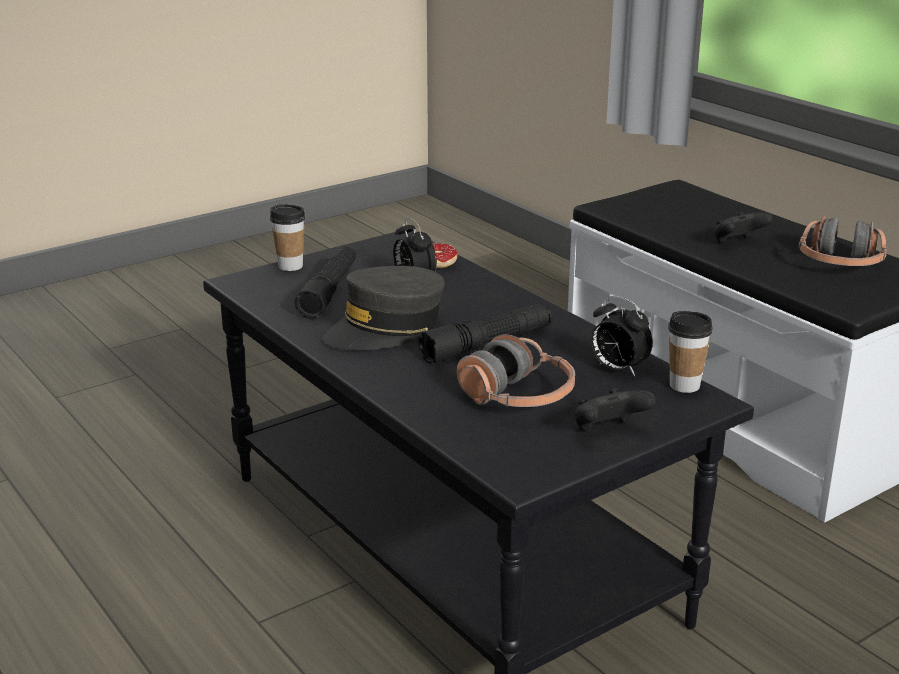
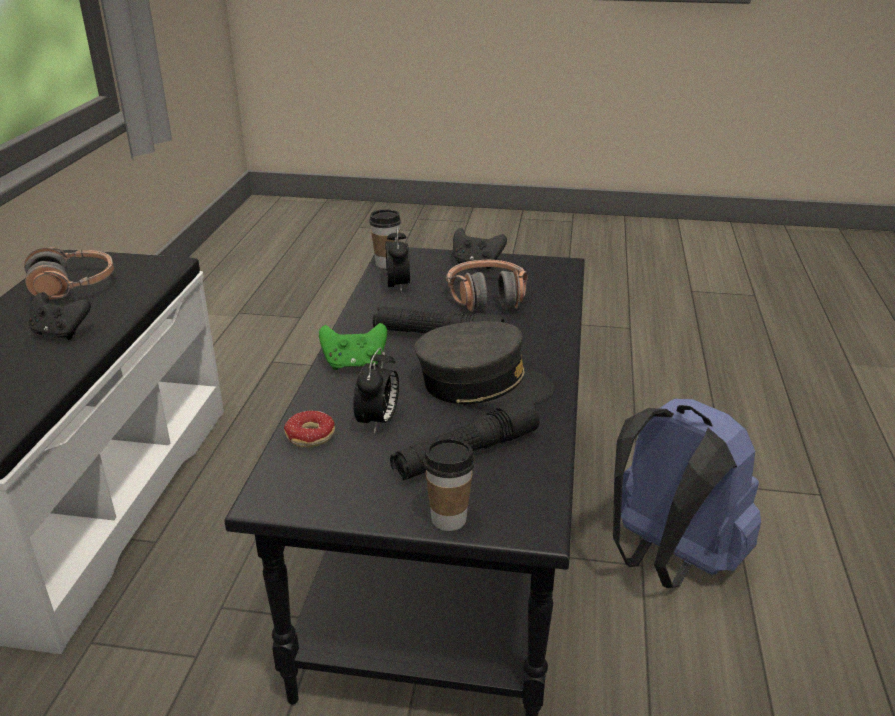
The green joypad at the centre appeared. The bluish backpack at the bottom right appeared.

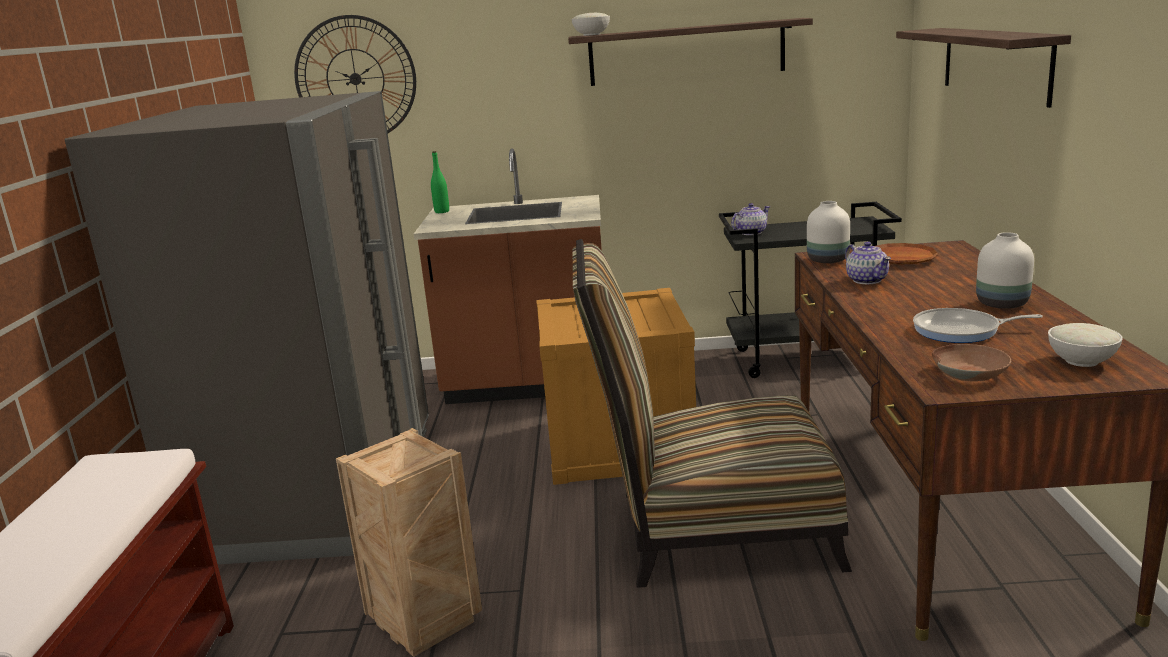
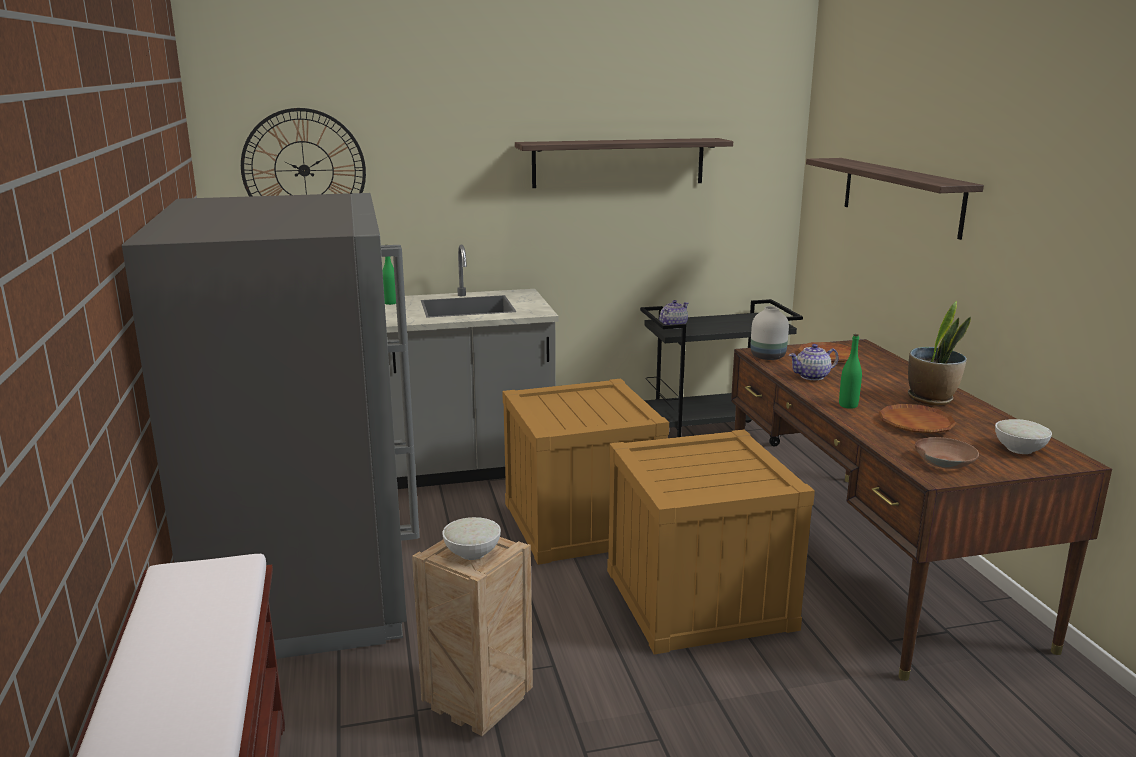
The brown kitchen counter at the centre became the grey kitchen counter at the centre. The white-coloured serving bowl (1st from left) moved from the top centre to the bottom centre. The chair at the centre was replaced by the packing crate (3rd from left) at the bottom centre. The tea pot (2nd from left) at the middle right turned 105 degrees clockwise. The green drink bottle (2nd from left) at the middle right appeared. The frying pan at the middle right was replaced by the brown flat dish (2nd from left) at the middle right. The white-coloured decorative vase (2nd from left) at the middle right was replaced by the potted plant at the middle right.

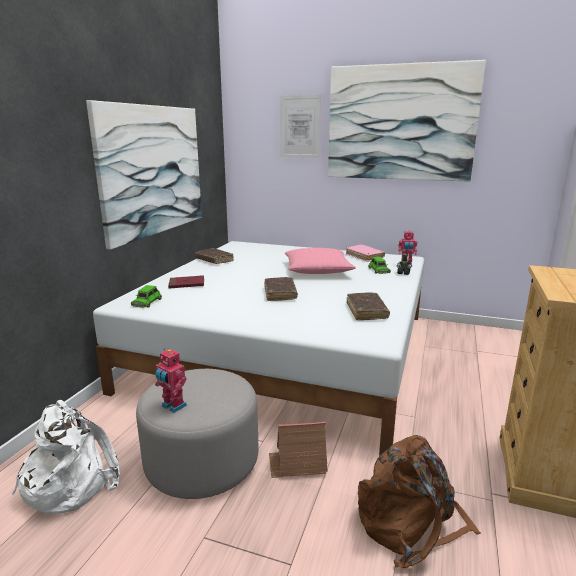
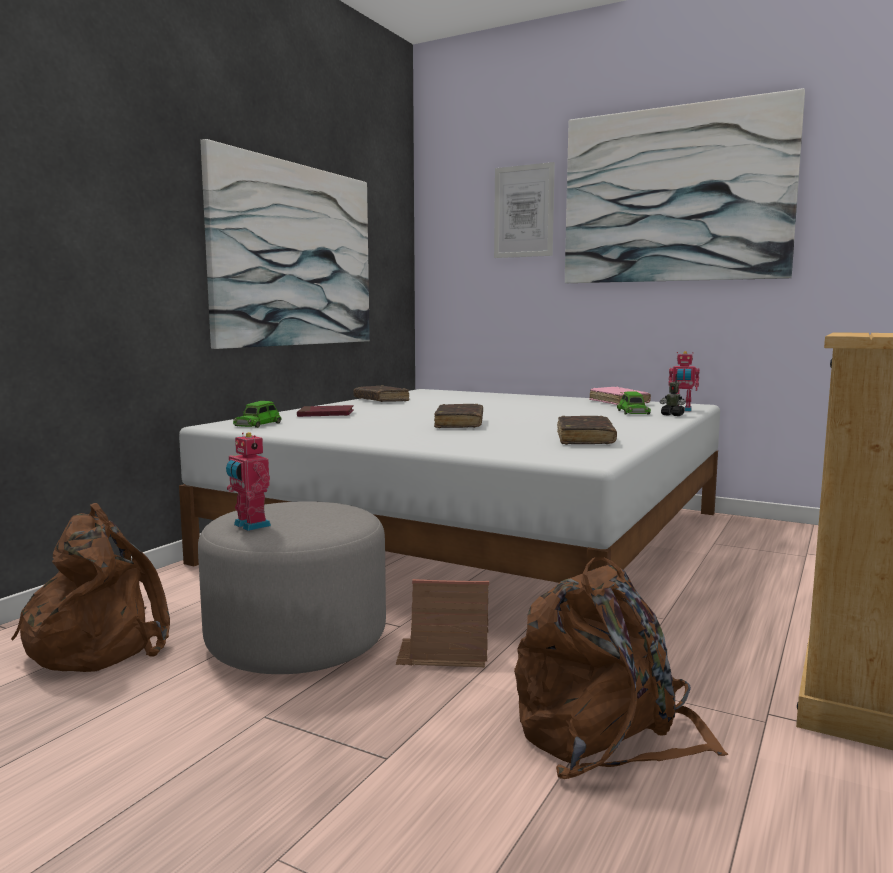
The white-coloured backpack at the bottom left became the brown backpack (1st from left) at the bottom left. The pinkish cushion at the centre disappeared.

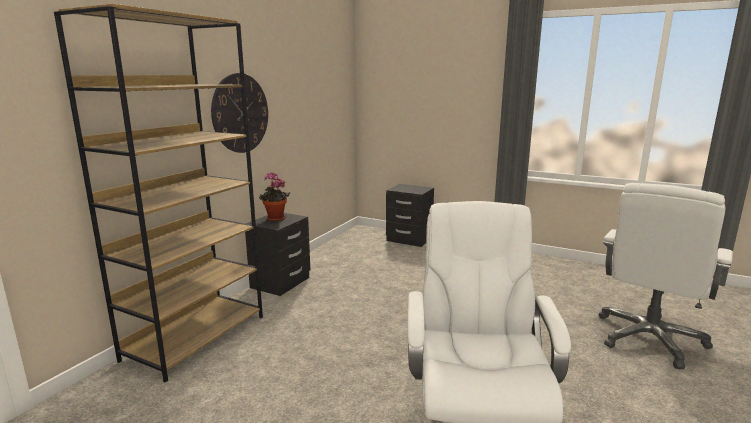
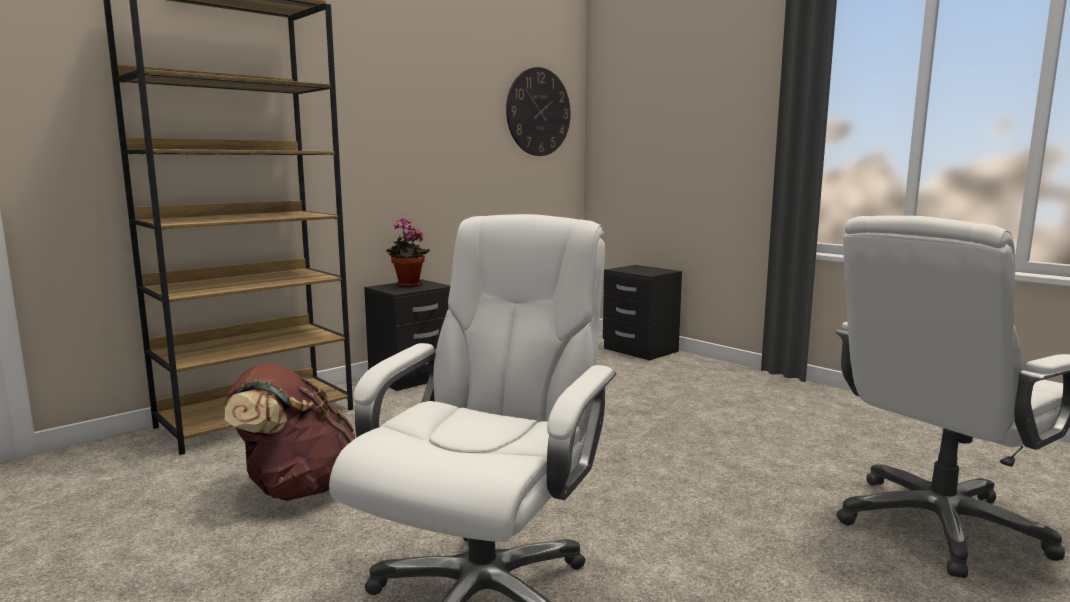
The brown backpack at the bottom left appeared. The hanging clock moved from the top left to the top centre.

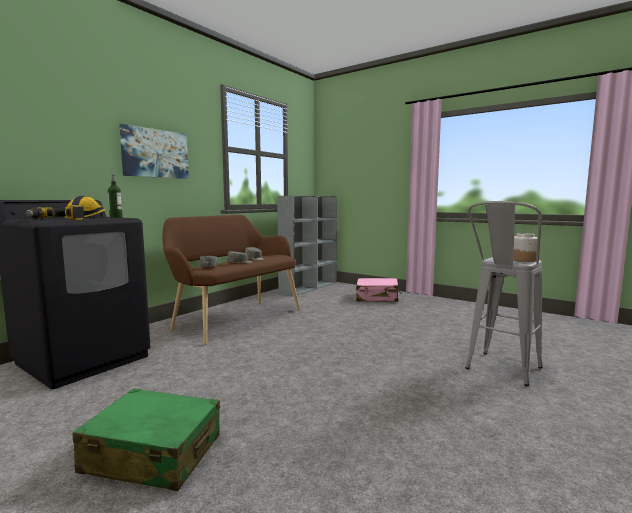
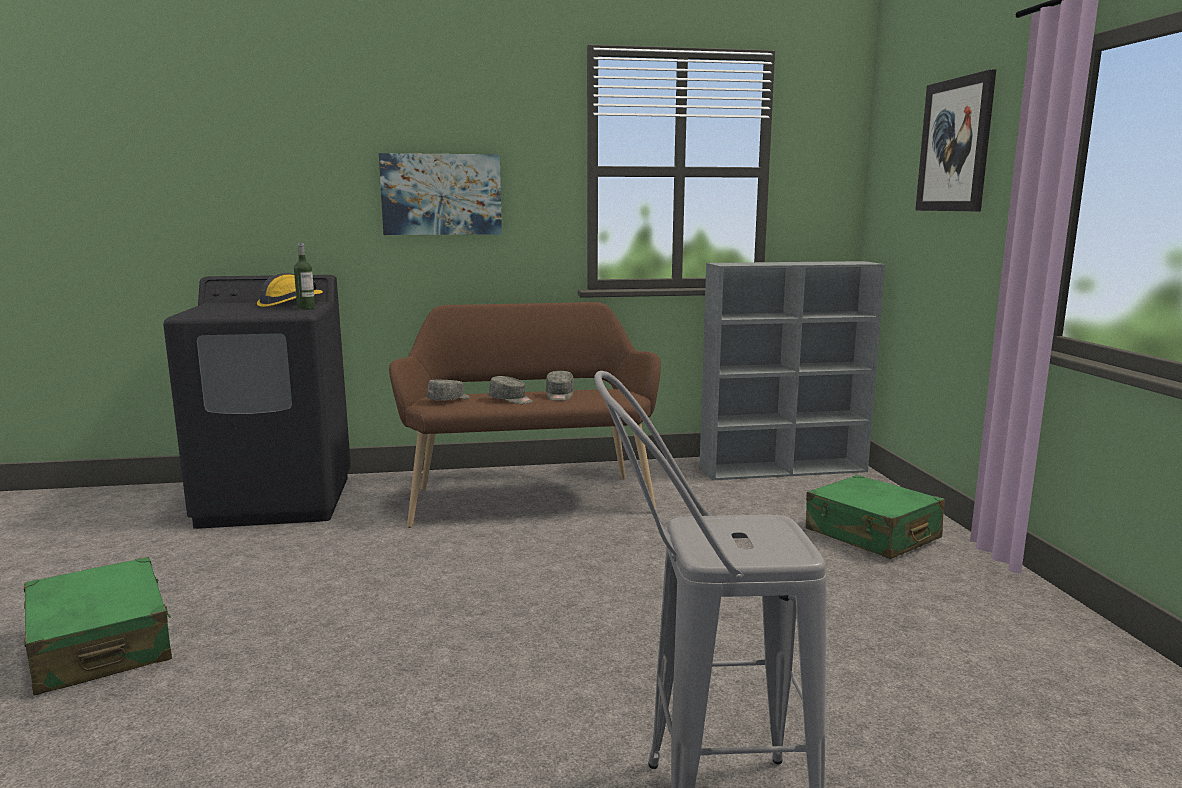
The pinkish piece of luggage at the centre became the green piece of luggage (2nd from left) at the middle right. The picture (2nd from left) at the top right appeared. The power drill at the middle left disappeared. The jar at the middle right disappeared.

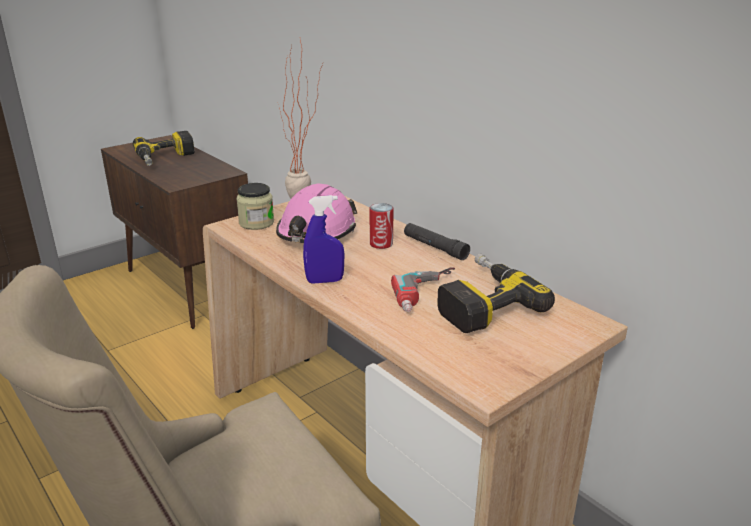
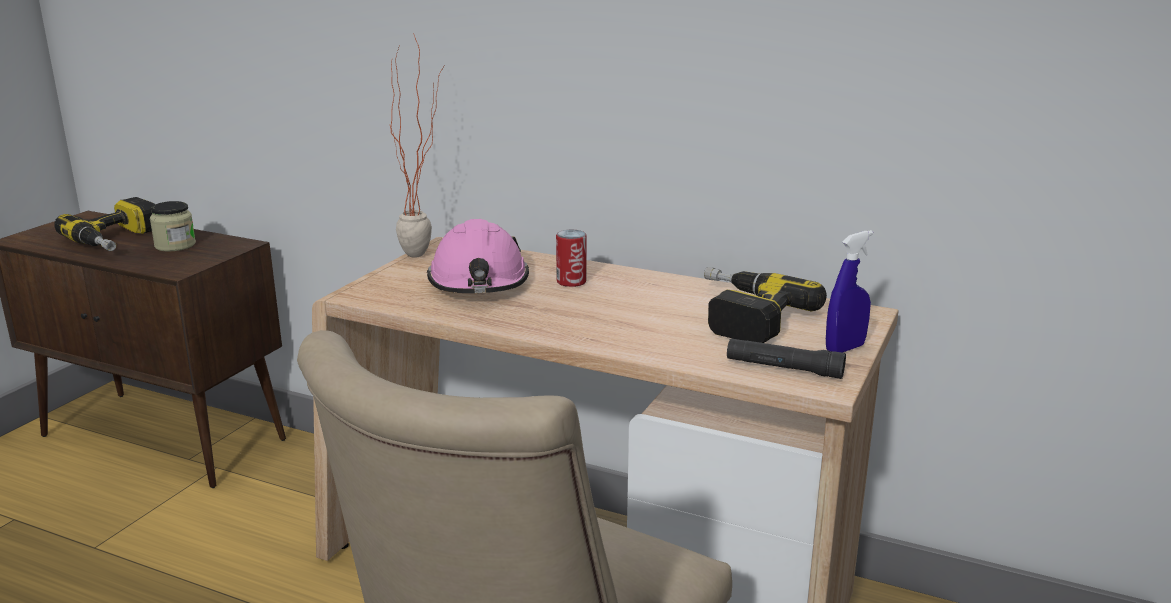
The jar moved from the centre to the middle left. The black torch moved from the centre to the middle right. The bluish hand sprayer moved from the centre to the middle right. The power drill (2nd from left) at the centre disappeared.

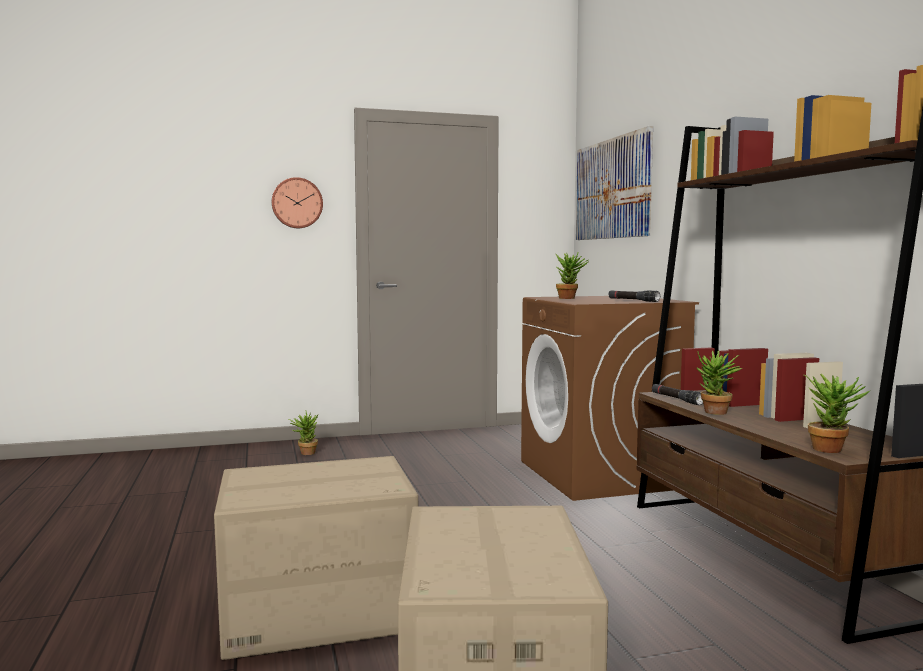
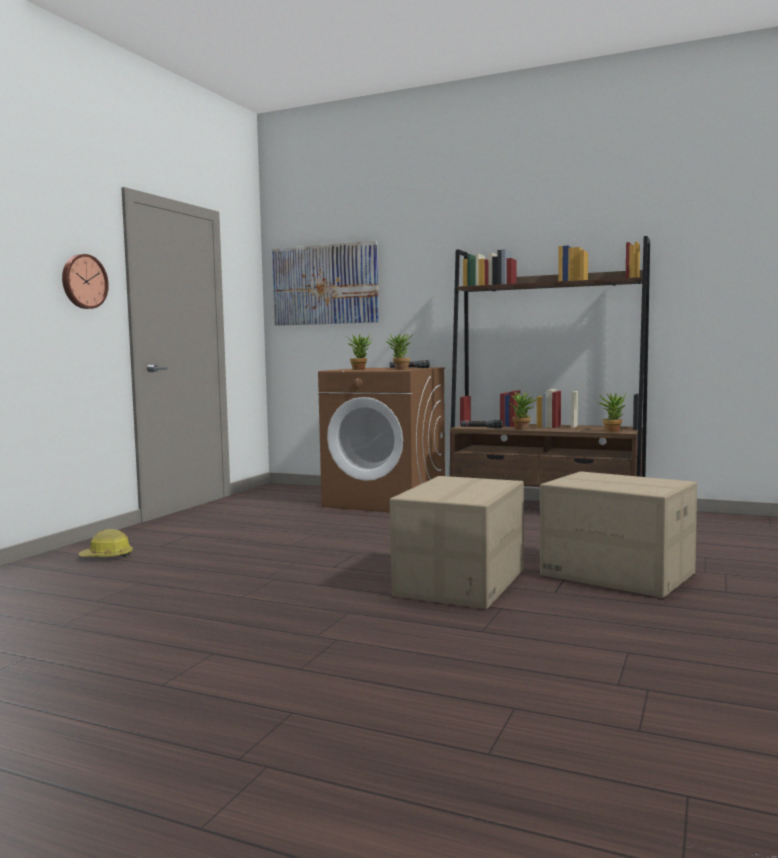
The safety helmet at the middle left appeared. The potted plant (1st from left in the first image) moved from the middle left to the centre.

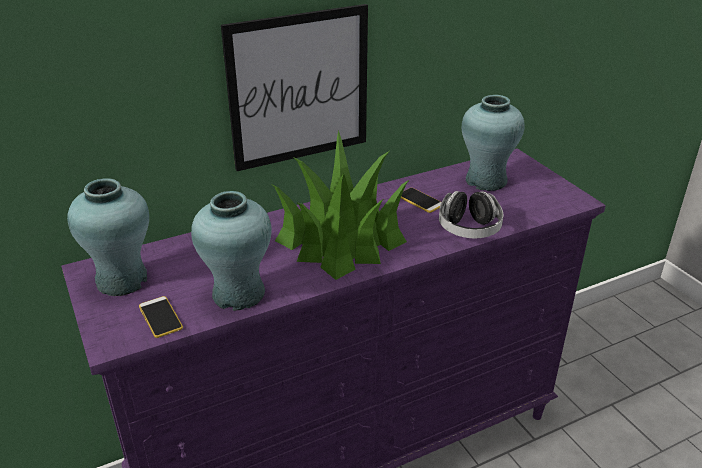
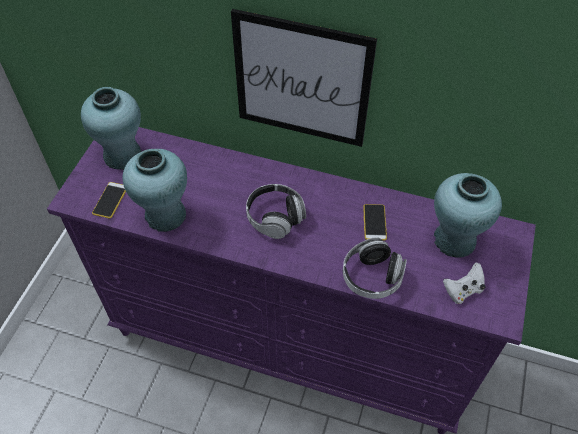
The potted plant at the centre was replaced by the headset (1st from left) at the centre. The white-coloured joypad at the middle right appeared.

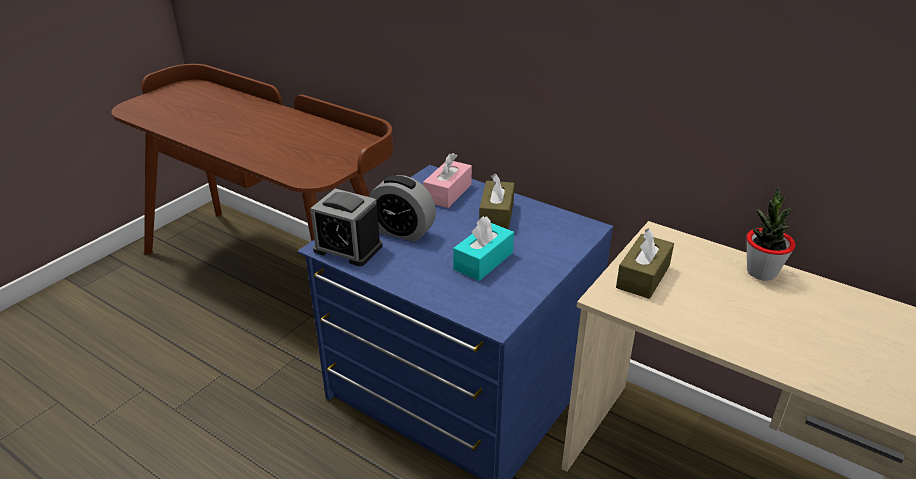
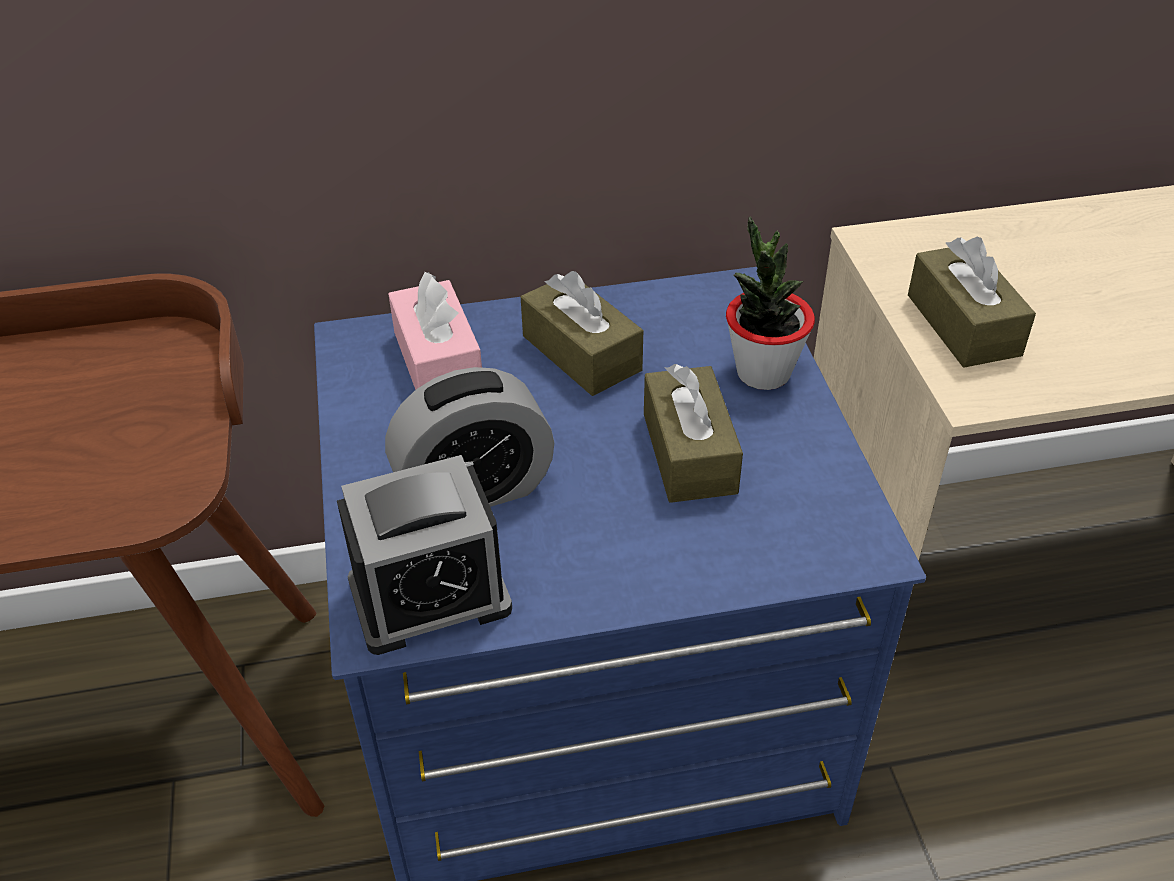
The turquoise-coloured tissue holder at the centre became the brown tissue holder (2nd from left) at the centre. The potted plant moved from the middle right to the centre.

